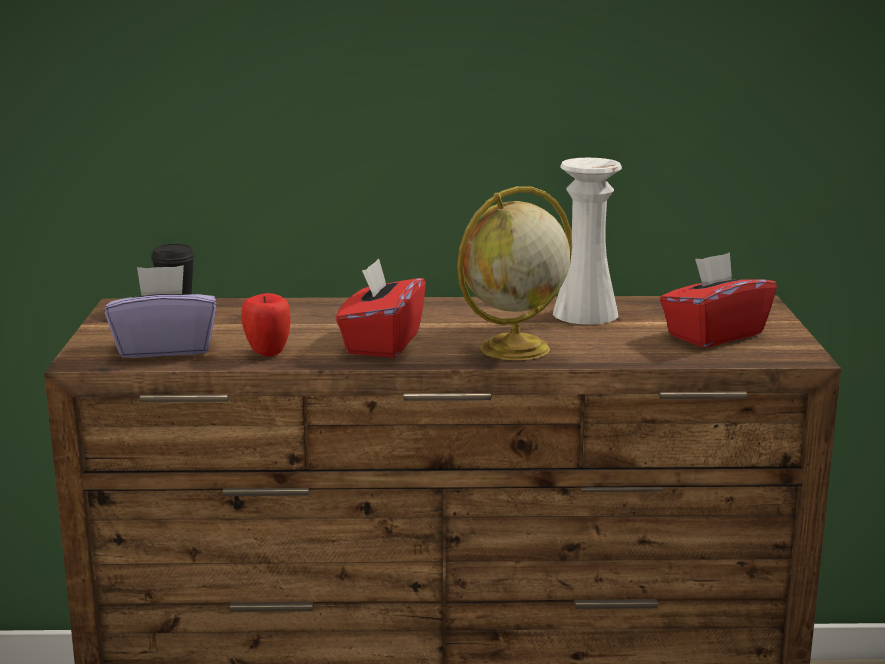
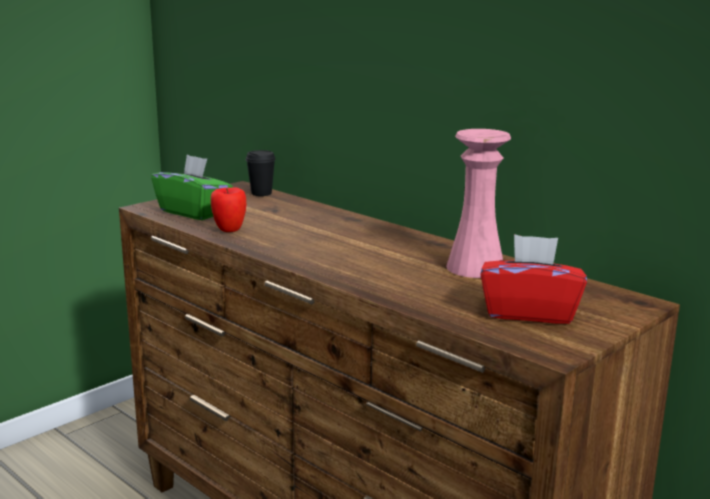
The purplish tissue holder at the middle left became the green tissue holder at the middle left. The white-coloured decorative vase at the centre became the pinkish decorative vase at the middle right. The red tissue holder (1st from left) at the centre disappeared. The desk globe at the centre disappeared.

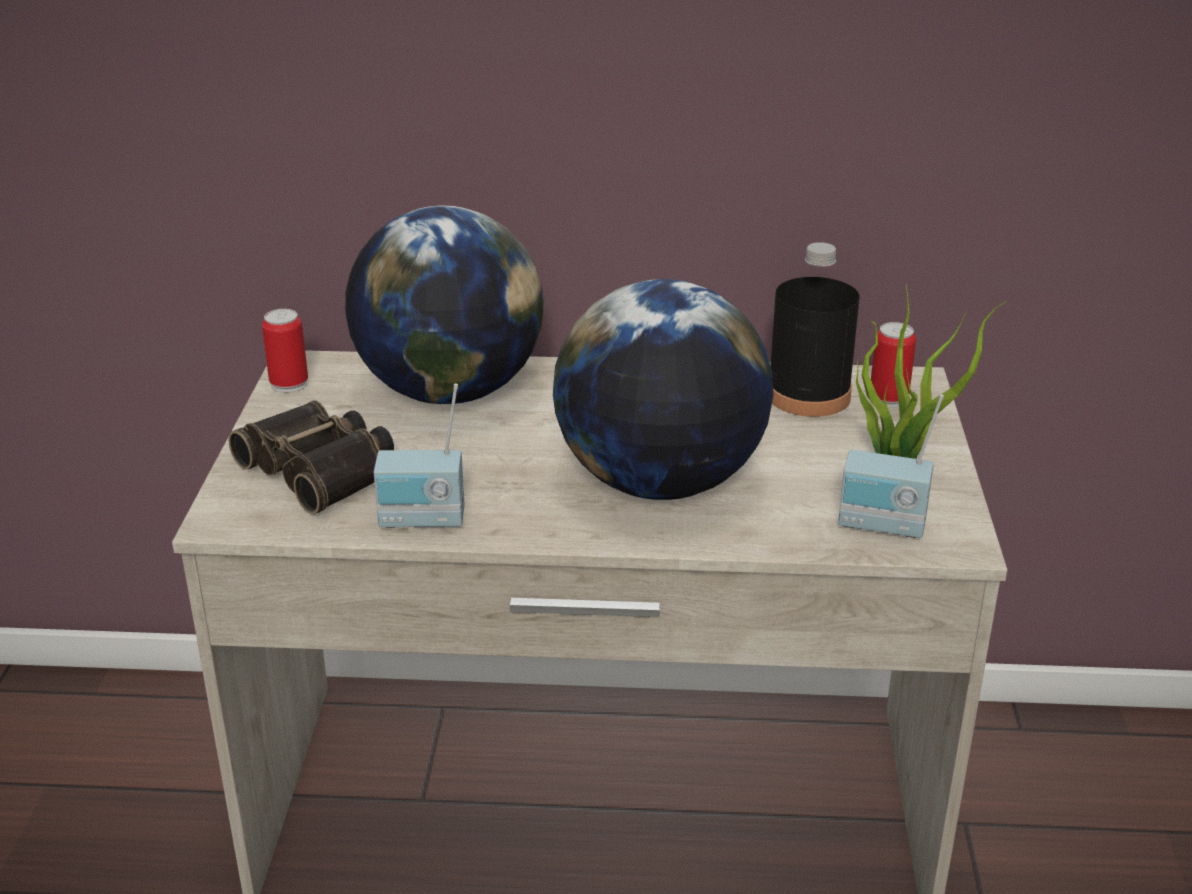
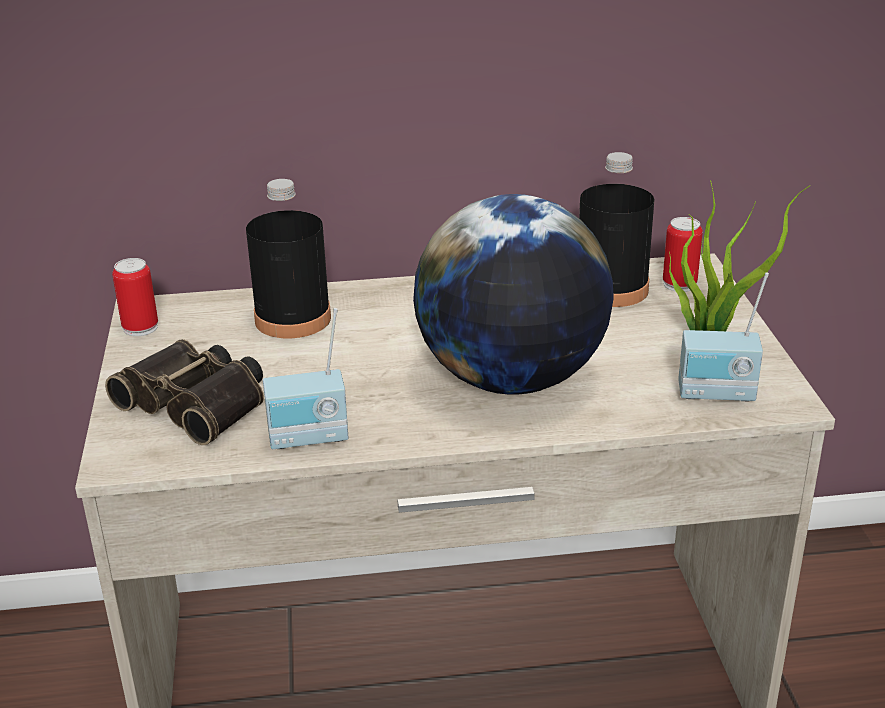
The desk globe (1st from left) at the centre was replaced by the black drink bottle (1st from left) at the middle left.

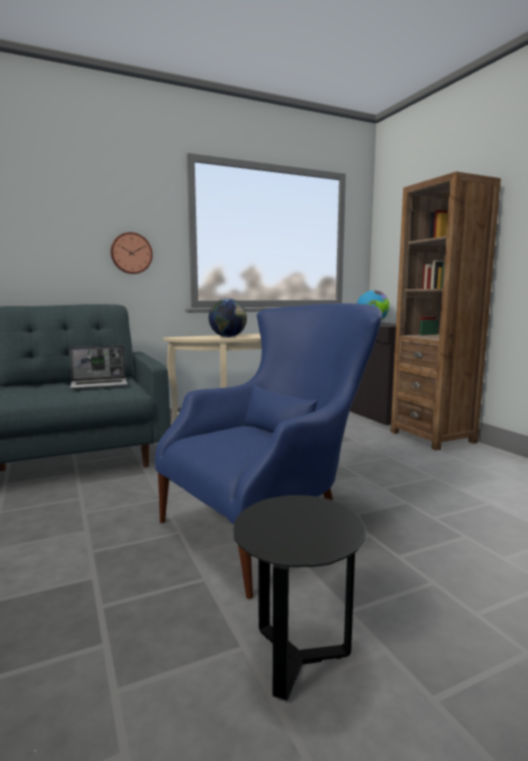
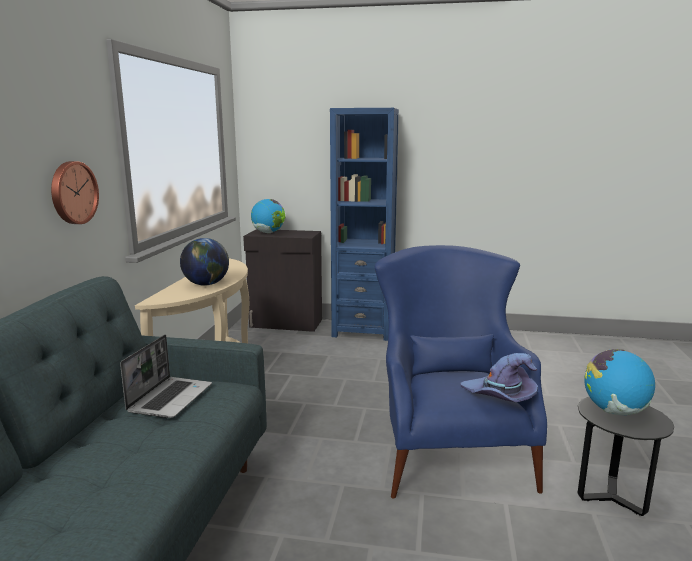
The brown shelving unit at the middle right became the bluish shelving unit at the centre. The purplish hat at the bottom right appeared. The desk globe (3rd from left) at the bottom right appeared.

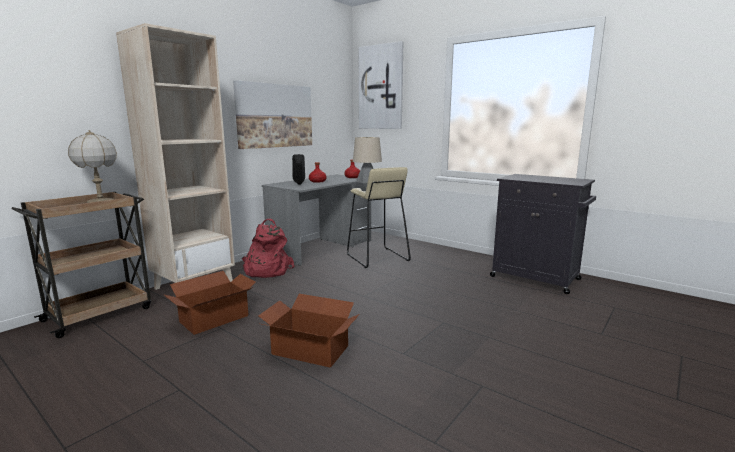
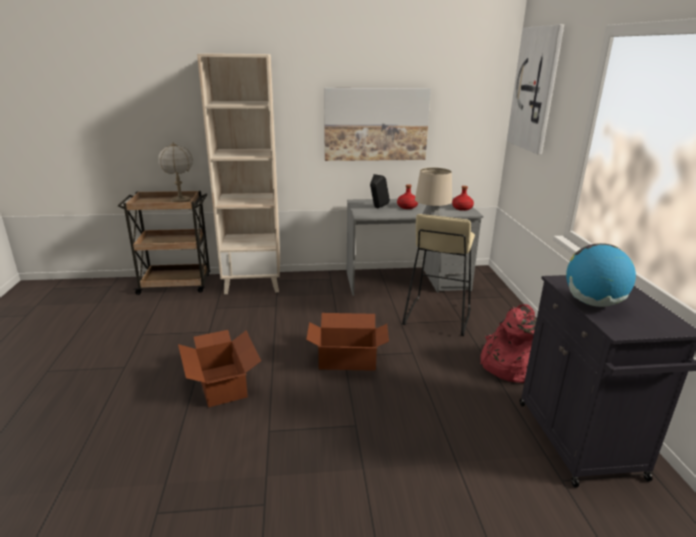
The cardboard box (1st from left in the first image) moved from the bottom left to the centre. The red backpack moved from the centre to the middle right. The desk globe at the middle right appeared.

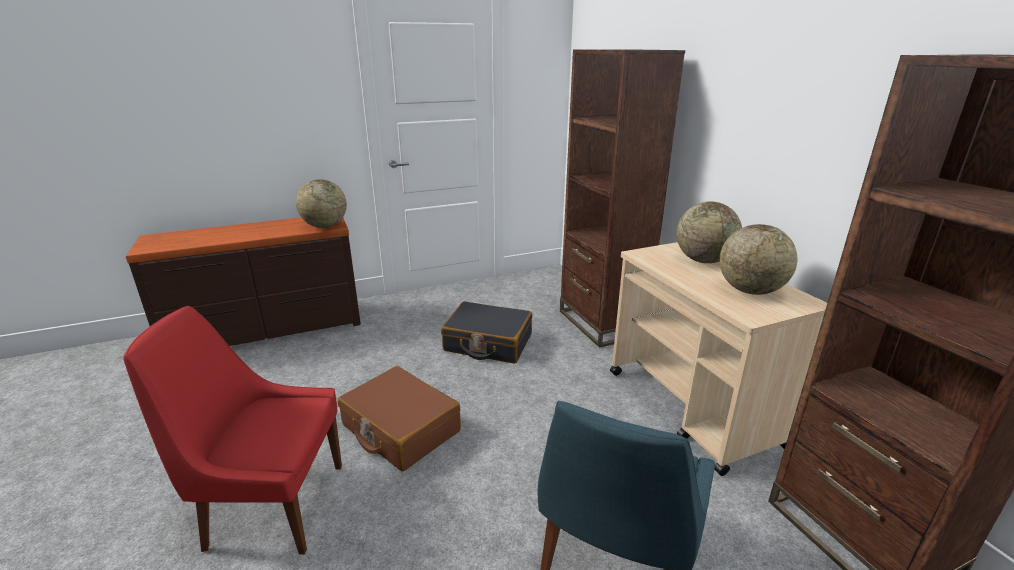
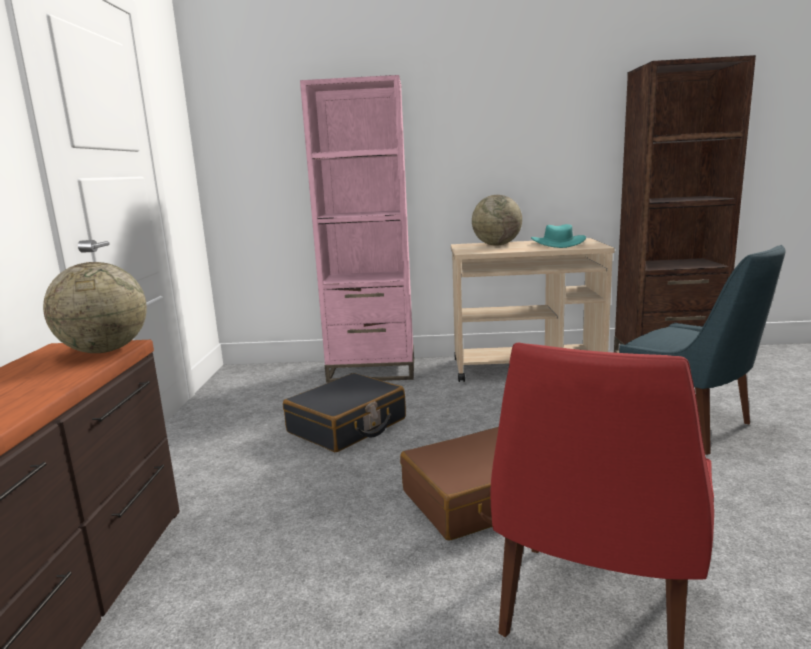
The brown shelving unit (1st from left) at the centre became the pinkish shelving unit at the centre. The desk globe (3rd from left) at the middle right was replaced by the turquoise-coloured hat at the middle right.

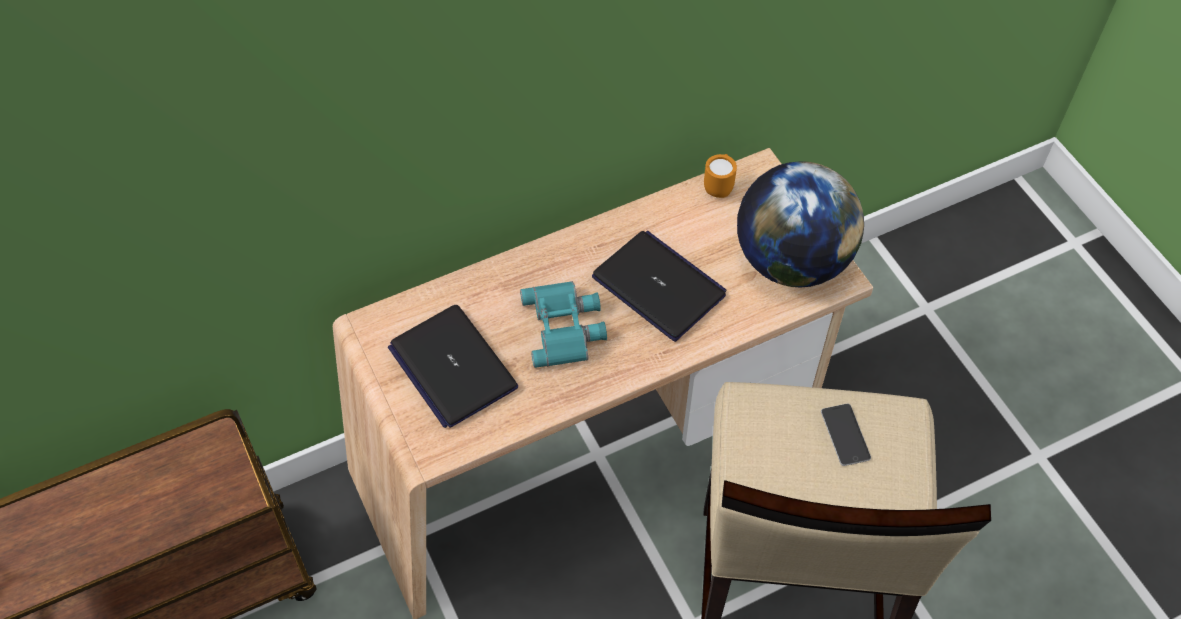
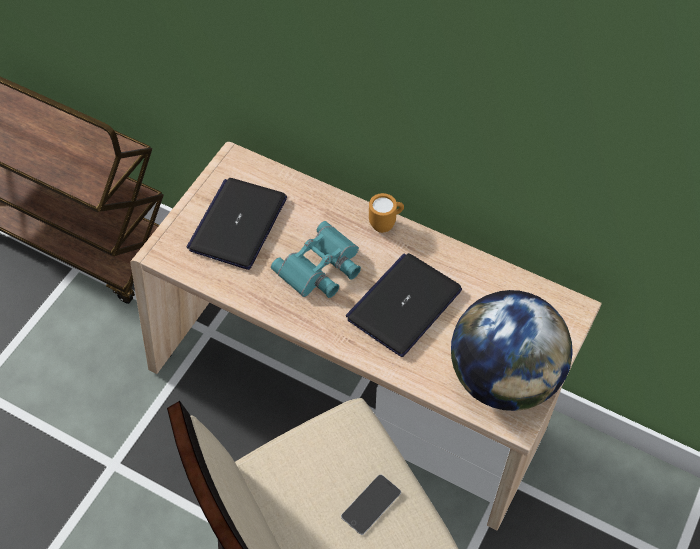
The notebook computer (2nd from left) at the centre turned 150 degrees counterclockwise. The orangey tea mug moved from the top centre to the centre.

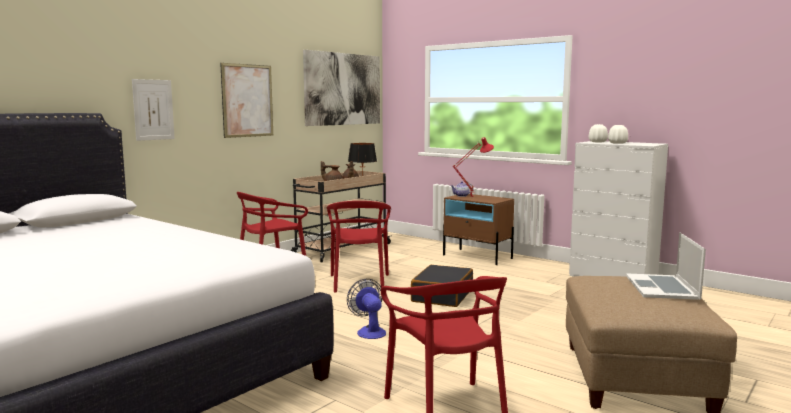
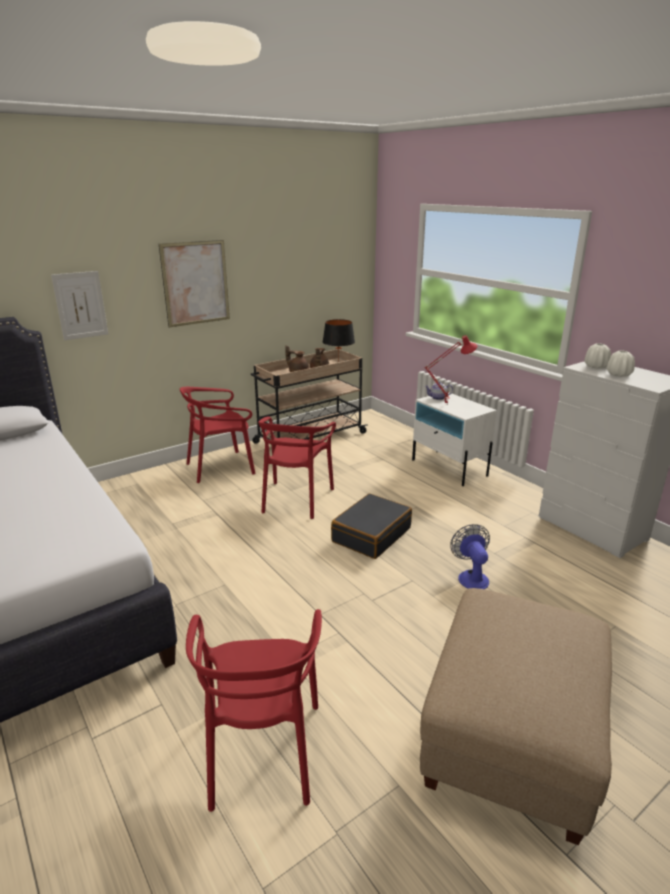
The brown bedside table at the centre became the white-coloured bedside table at the middle right. The electric fan moved from the bottom centre to the middle right. The picture (3rd from left) at the top centre disappeared. The notebook computer at the middle right disappeared.

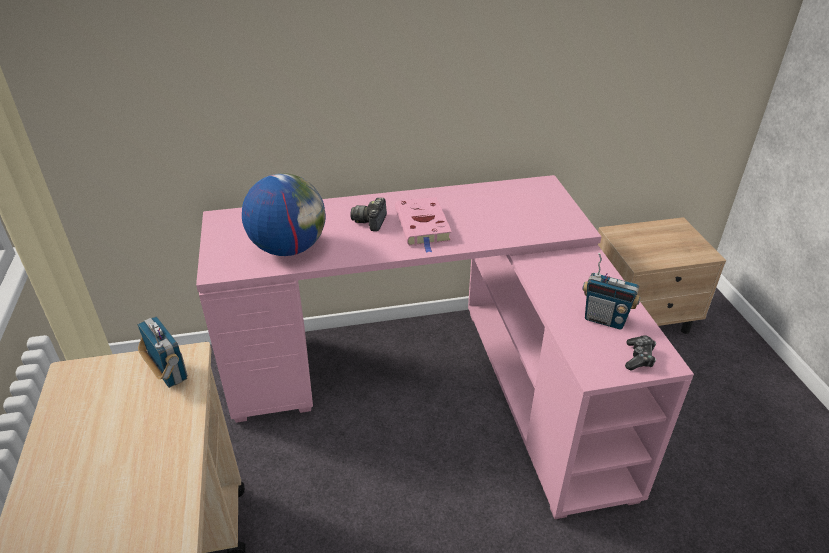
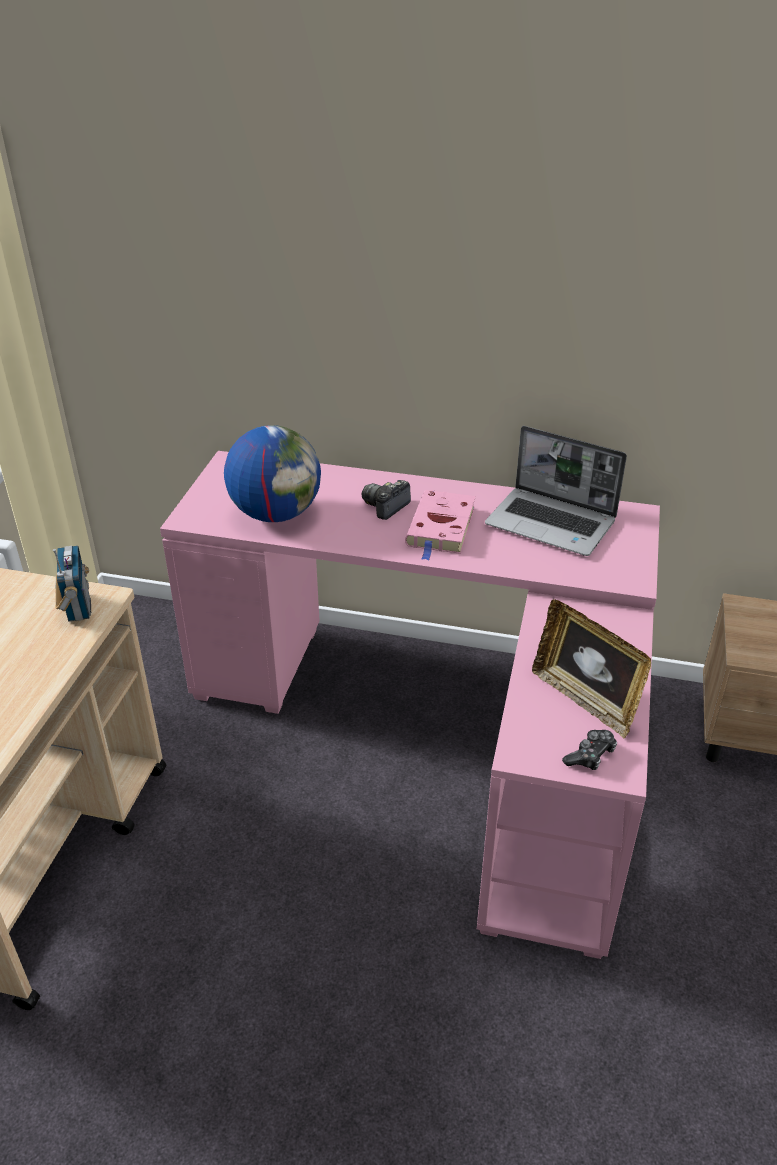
The notebook computer at the middle right appeared. The radio receiver (2nd from left) at the middle right was replaced by the picture frame at the middle right.

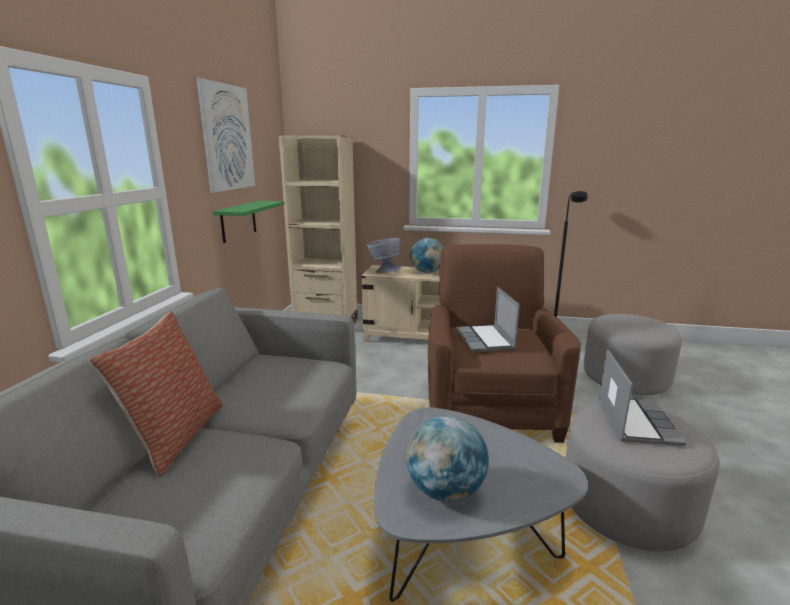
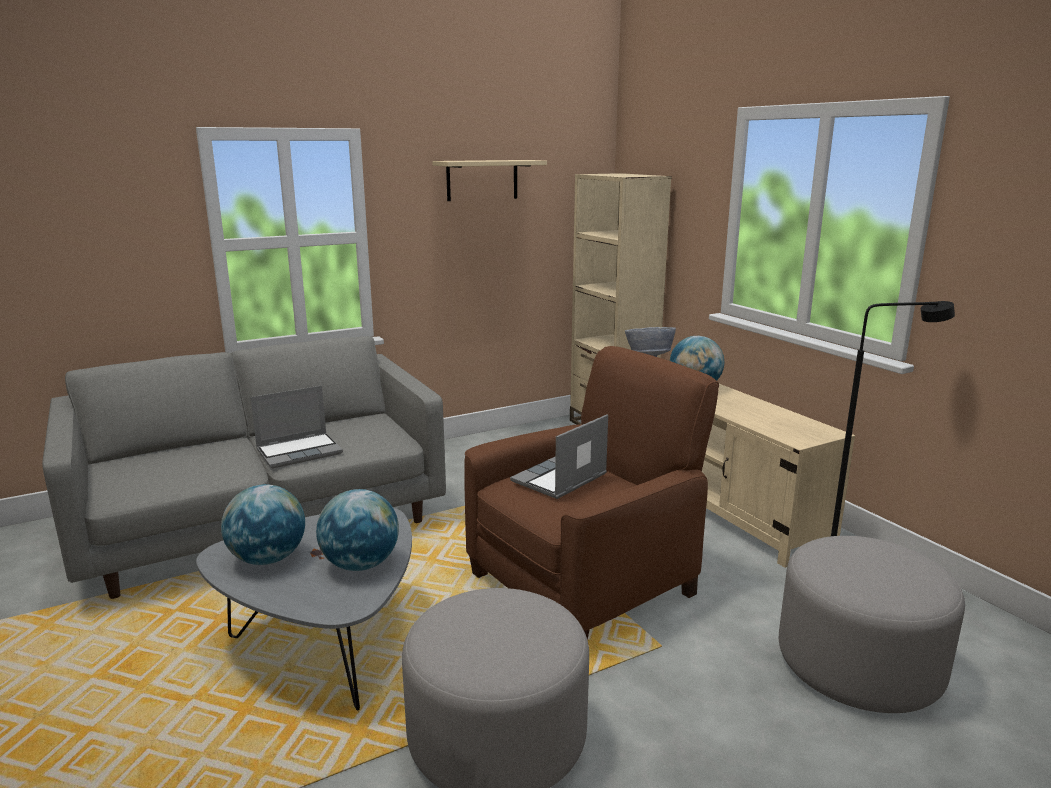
The notebook computer (2nd from left in the first image) moved from the middle right to the middle left. The desk globe (2nd from left) at the bottom centre appeared. The picture at the top left was replaced by the sand-coloured shelf at the top centre. The cushion at the middle left disappeared. The green shelf at the middle left disappeared.

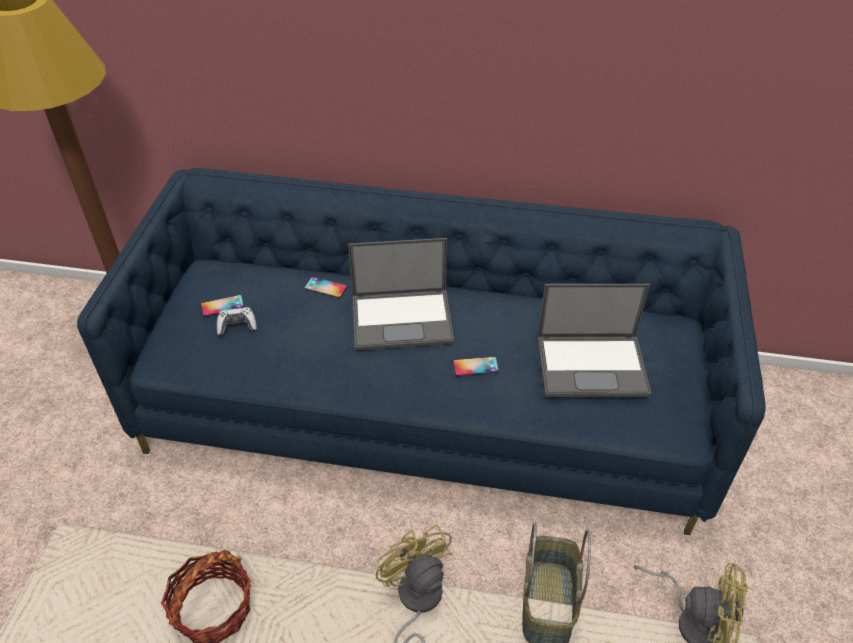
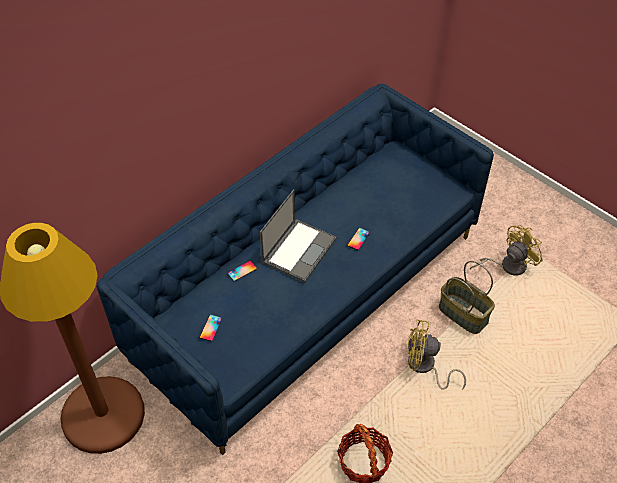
The joypad at the middle left disappeared. The notebook computer (2nd from left) at the middle right disappeared.

